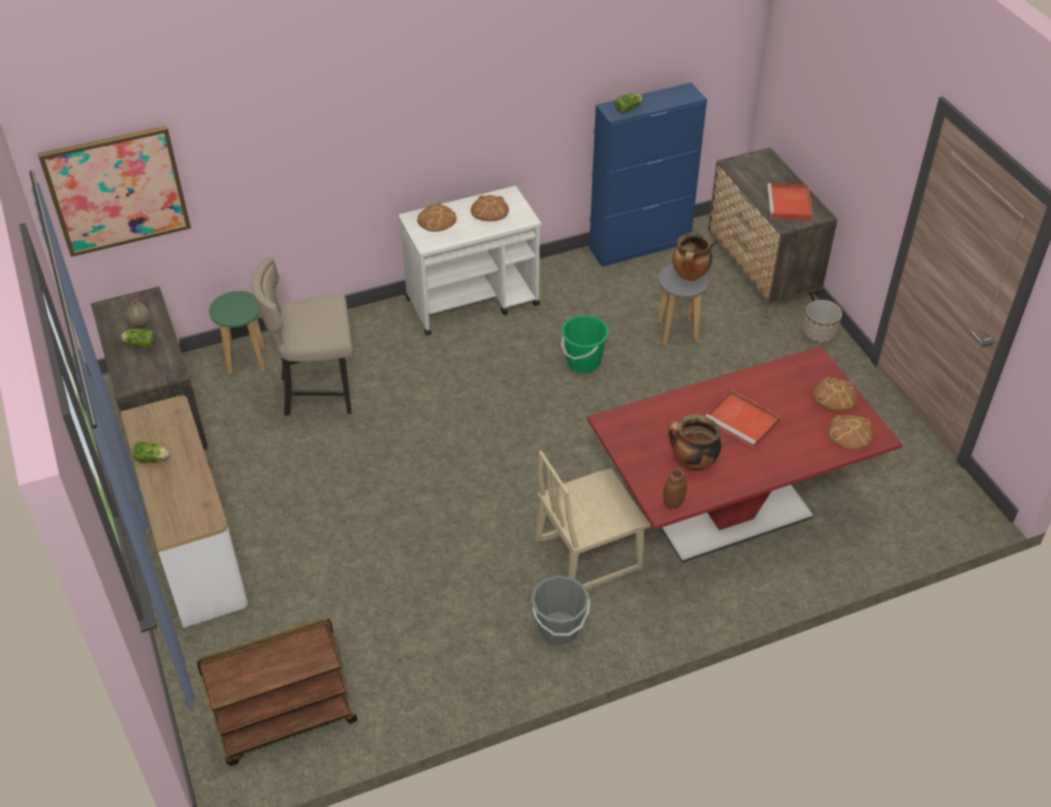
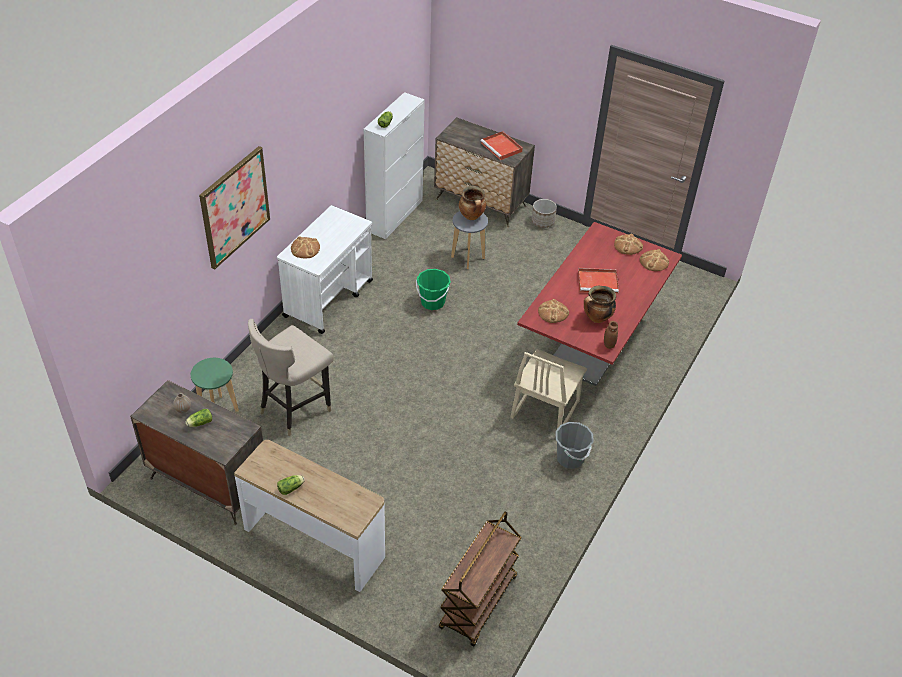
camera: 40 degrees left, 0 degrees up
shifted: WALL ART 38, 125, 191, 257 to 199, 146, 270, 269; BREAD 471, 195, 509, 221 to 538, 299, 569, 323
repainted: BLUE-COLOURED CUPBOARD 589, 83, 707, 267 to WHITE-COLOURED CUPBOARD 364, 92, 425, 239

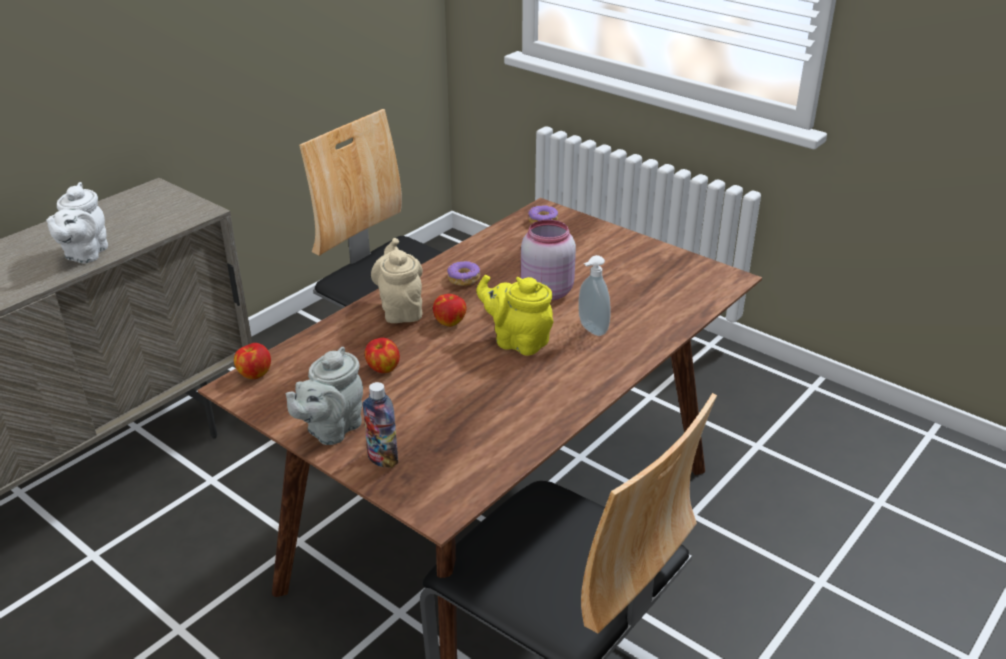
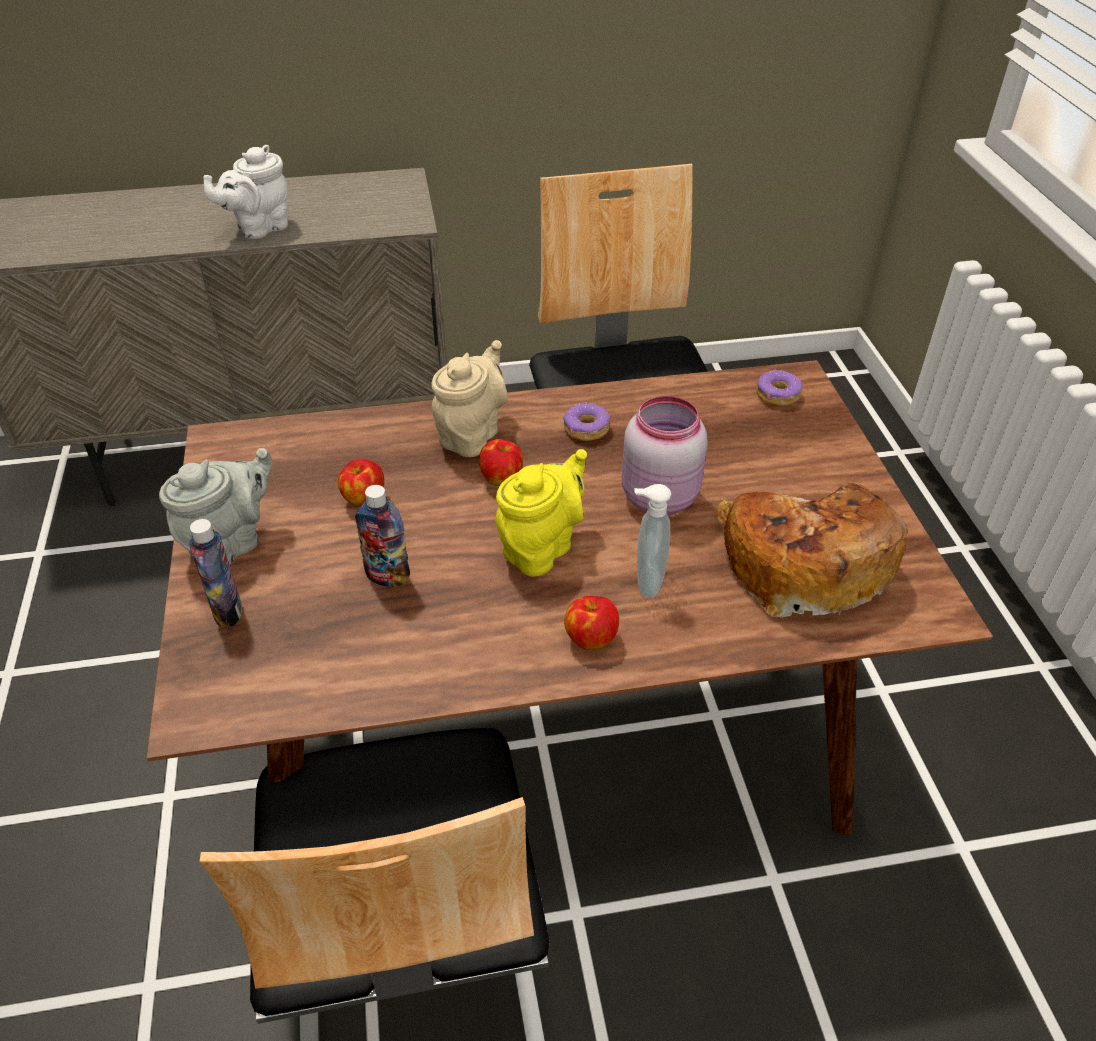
camera: 40 degrees right, 10 degrees up
new: DRINK BOTTLE 355, 485, 410, 587; BREAD 717, 483, 908, 618
shifted: APPLE FRUIT 234, 343, 271, 379 to 564, 596, 619, 650
rotated: GREY POT FOR TEA 286, 347, 363, 445 = 159, 448, 272, 565 150 degrees clockwise; YELLOW-COLOURED POT FOR TEA 476, 275, 553, 356 = 496, 449, 587, 577 60 degrees clockwise

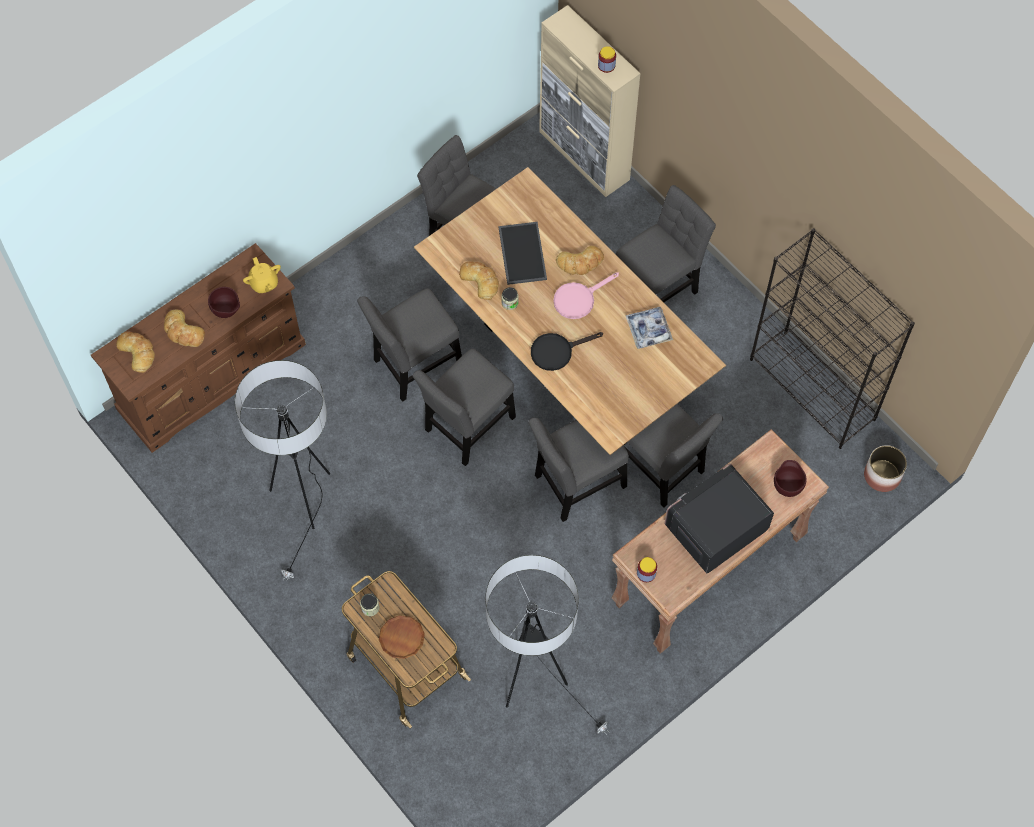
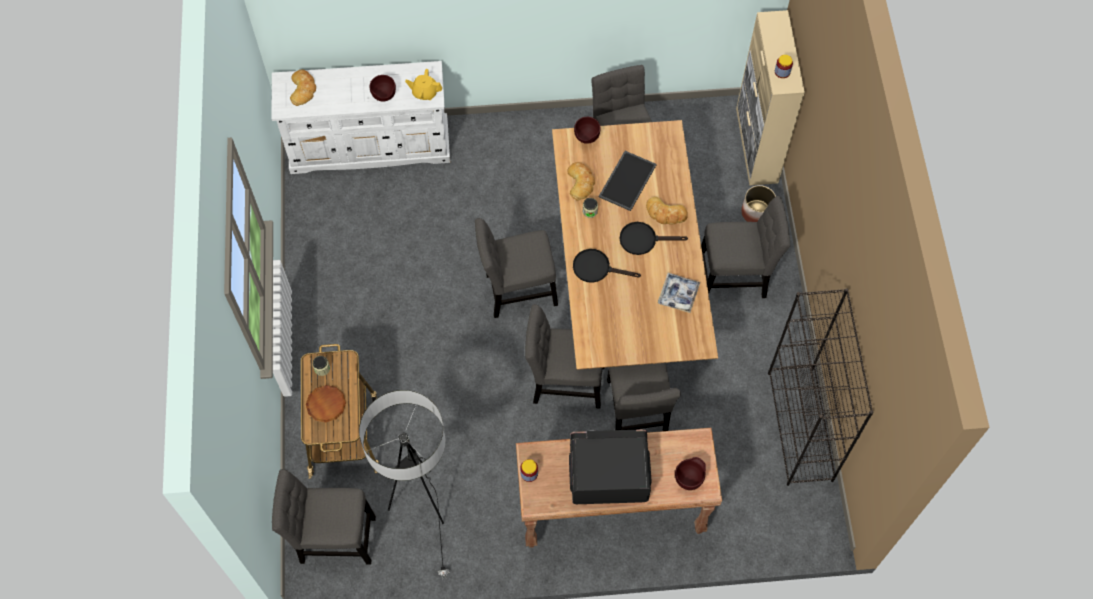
camera: 35 degrees right, 0 degrees up
gone: BREAD 164, 310, 205, 347; STANDING LAMP 235, 360, 330, 582
new: BROWN-COLOURED SERVING BOWL 574, 117, 601, 144
shifted: GREY CHAIR 357, 288, 462, 402 to 272, 469, 376, 565; FLOWER POT 864, 445, 907, 492 to 742, 185, 776, 222
repainted: BROWN-COLOURED DRESSER 91, 243, 306, 453 to WHITE-COLOURED DRESSER 272, 61, 450, 174; PINKISH PAN 553, 272, 619, 319 to BLACKISH PAN 619, 222, 688, 255
rotated: YELLOW-COLOURED POT FOR TEA 243, 257, 281, 293 = 405, 69, 442, 100 90 degrees clockwise

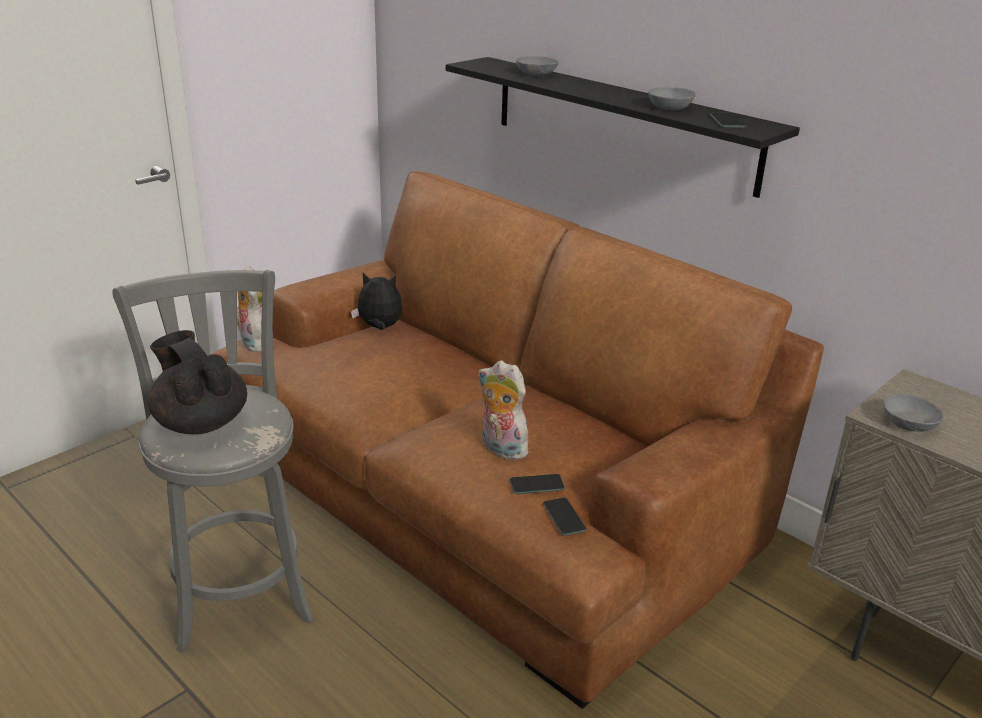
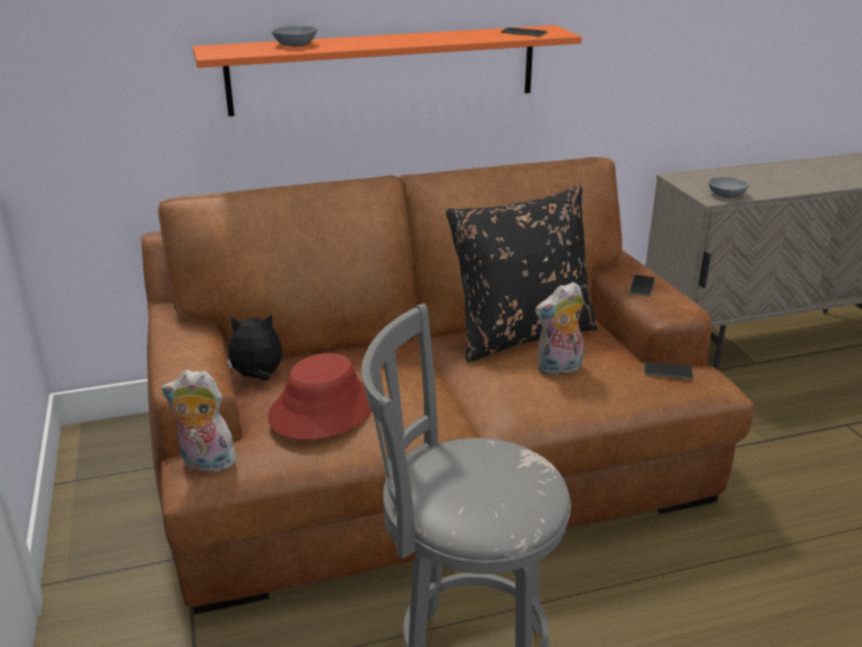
camera: 60 degrees left, 0 degrees up
gone: BLACKISH POT FOR TEA 148, 330, 247, 434; GREY SERVING BOWL 648, 87, 696, 110
new: RED-COLOURED CLOTHING HAT 268, 353, 372, 440; BLACKISH PILLOW 445, 184, 599, 362
shifted: HANDSET 509, 474, 565, 494 to 629, 275, 655, 296
repainted: BLACKISH WALL SHELF 446, 57, 800, 198 to ORANGEY WALL SHELF 193, 25, 582, 116
rotated: PLUSH TOY 351, 273, 402, 330 = 227, 314, 283, 381 45 degrees clockwise

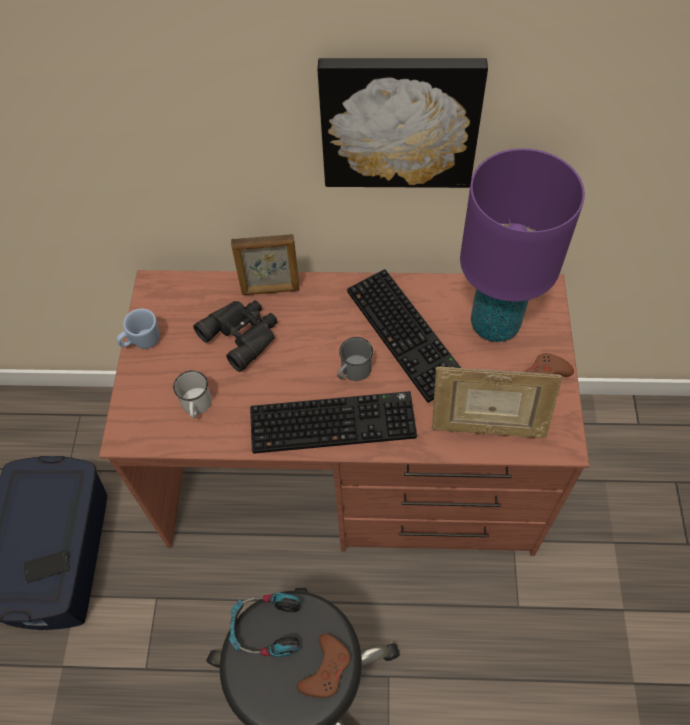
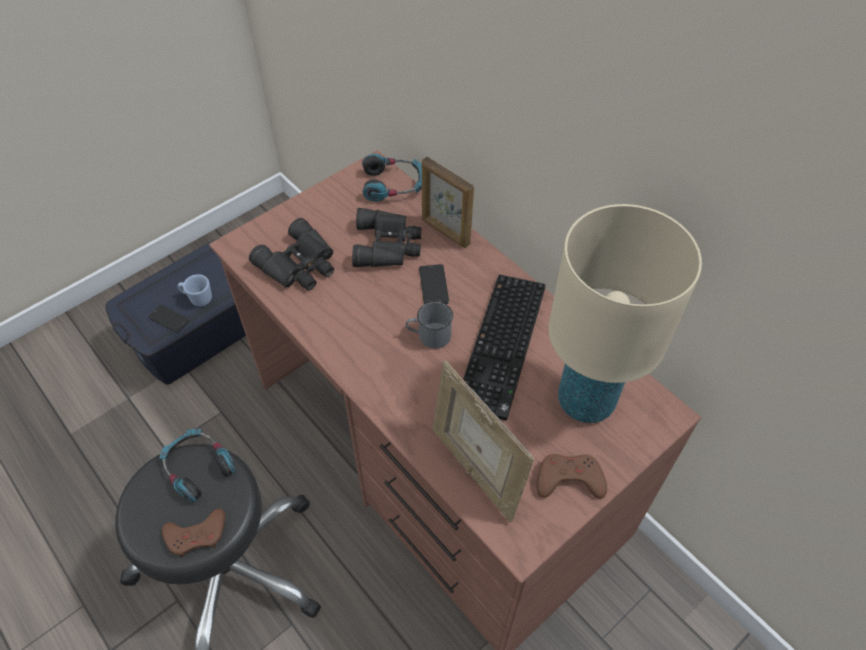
camera: 45 degrees right, 5 degrees down
gone: PC KEYBOARD 250, 391, 417, 454; WALL ART 317, 58, 488, 188
new: PAIR OF HEADPHONES 362, 154, 422, 202; HANDSET 419, 264, 449, 304
shifted: BLUE-COLOURED TEA MUG 116, 308, 160, 349 to 177, 274, 212, 307
swapped: WHITE-COLOURED TEA MUG 173, 370, 212, 418 to BLACKISH BINOCULARS 249, 218, 334, 290
repainted: PURPLE LAMP FOR A TABLE 460, 148, 585, 342 to BEIGE-COLOURED LAMP FOR A TABLE 549, 204, 702, 423

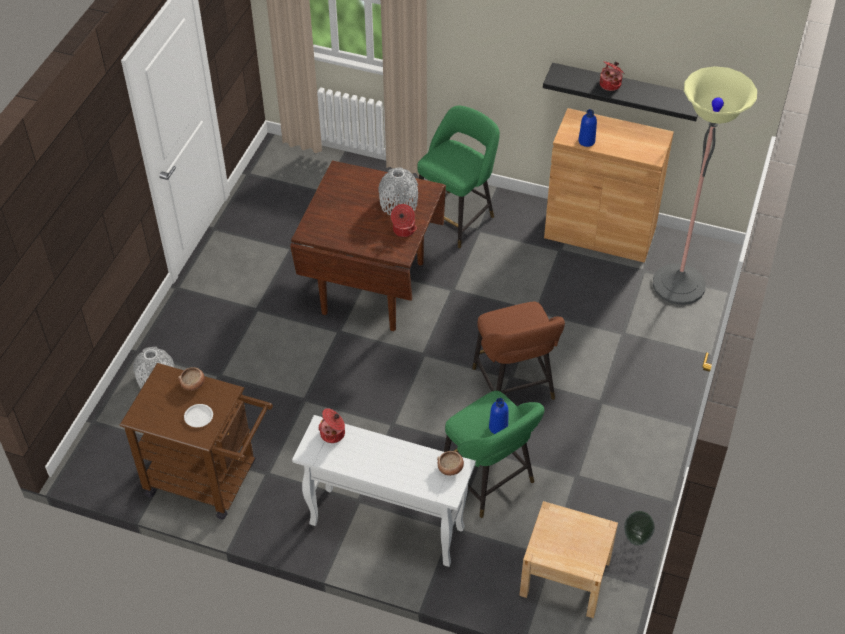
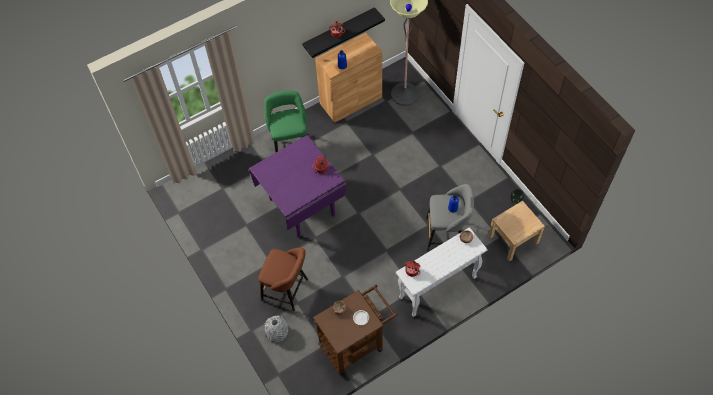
camera: 50 degrees left, 10 degrees up
gone: GREY FLOWER VASE 378, 167, 418, 215
shifted: BROWN-COLOURED SITTING STOOL 472, 302, 565, 400 to 258, 248, 308, 311
repainted: BROWN-COLOURED DINNER TABLE 290, 161, 446, 331 to PURPLE DINNER TABLE 249, 135, 346, 238; GREENISH SITTING STOOL 444, 391, 544, 518 to GREY SITTING STOOL 426, 184, 474, 250

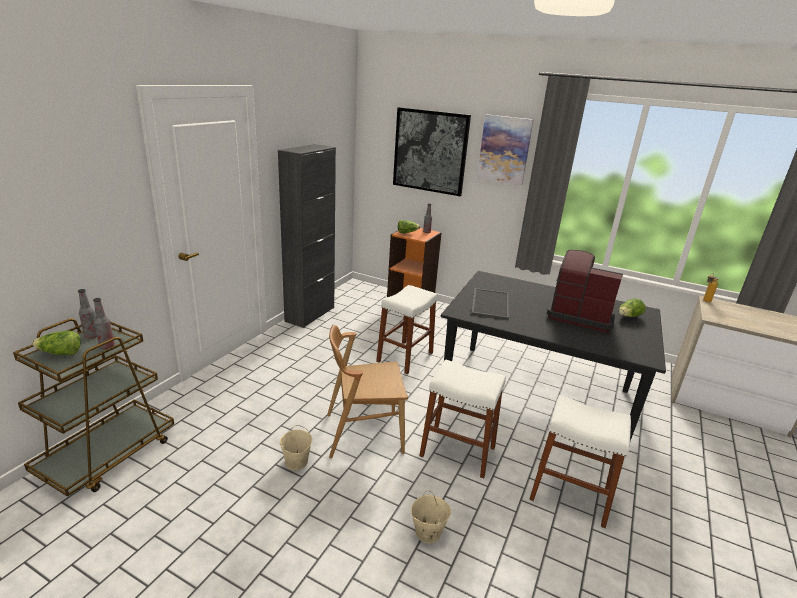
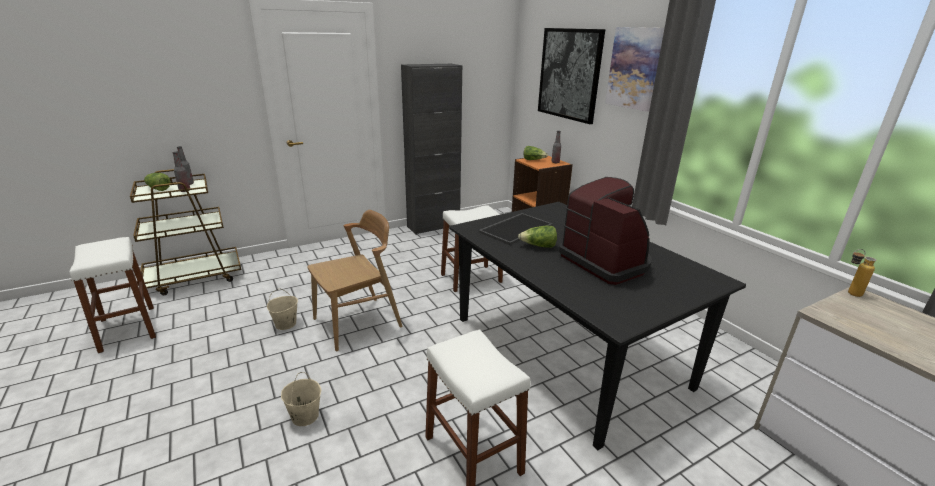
camera: 35 degrees right, 0 degrees up
shifted: WHITE-COLOURED SITTING STOOL 419, 360, 506, 478 to 69, 237, 156, 353; LETTUCE HEAD 619, 298, 645, 317 to 518, 226, 557, 248
rotated: BROWN-COLOURED CHAIR 327, 325, 408, 459 = 307, 210, 403, 352 120 degrees clockwise

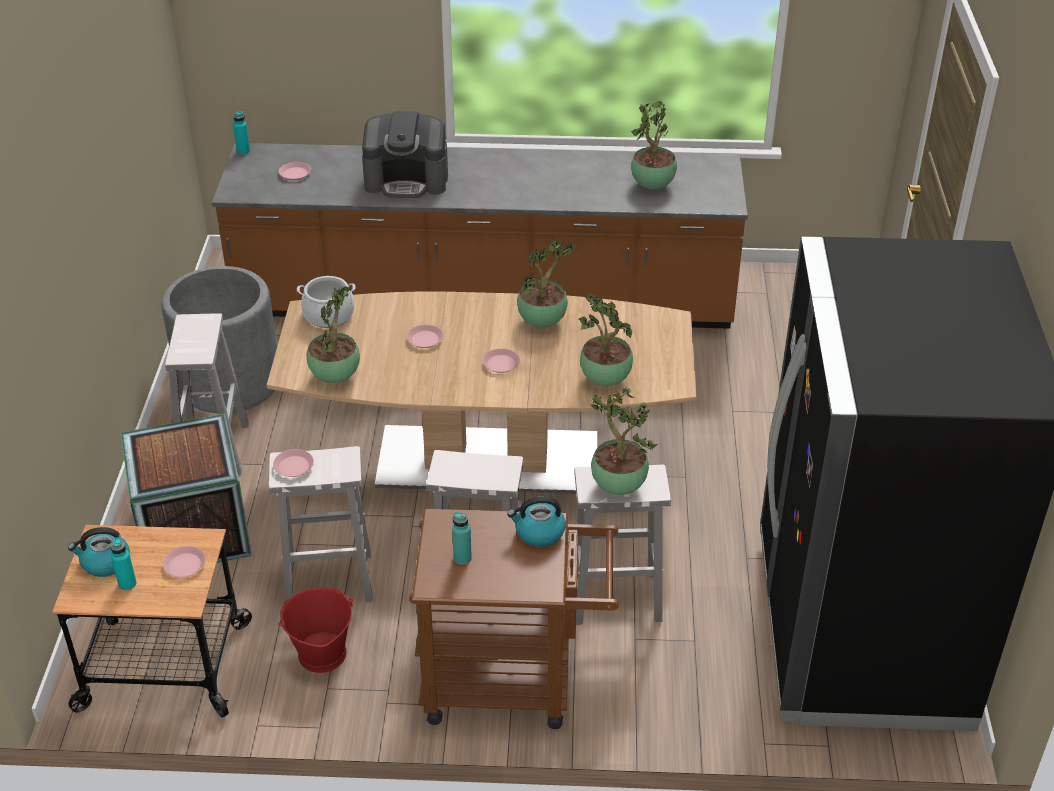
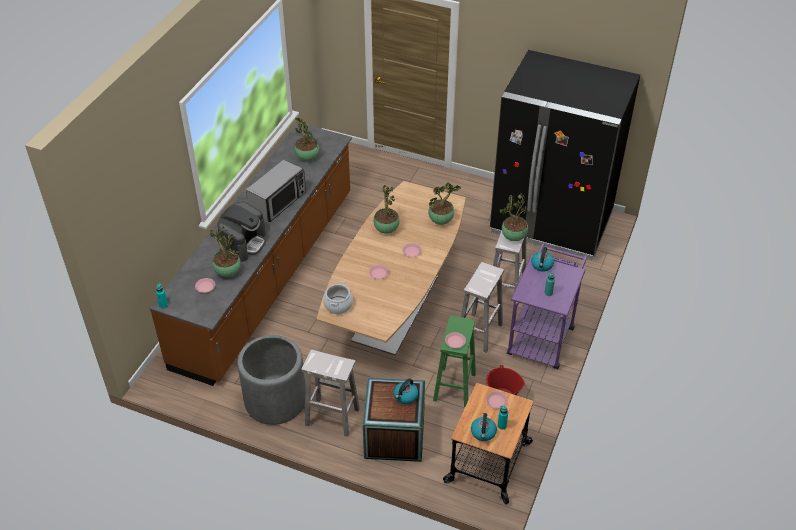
camera: 70 degrees left, 5 degrees up
new: KITCHEN MICROWAVE 246, 159, 306, 222; KETTLE 394, 378, 418, 404
shifted: POTTED PLANT 307, 286, 360, 383 to 209, 226, 241, 277
repainted: WHITE-COLOURED SITTING STOOL 269, 446, 373, 602 to GREENISH SITTING STOOL 433, 316, 476, 407; BROWN-COLOURED TROLLEY 409, 509, 619, 729 to PURPLE TROLLEY 507, 243, 587, 370

